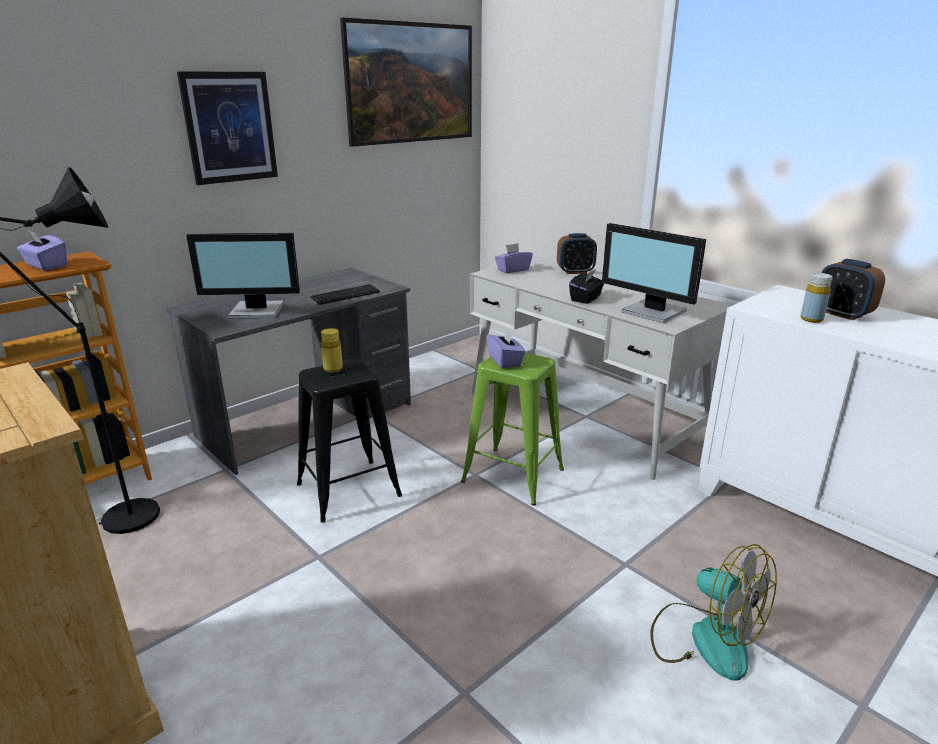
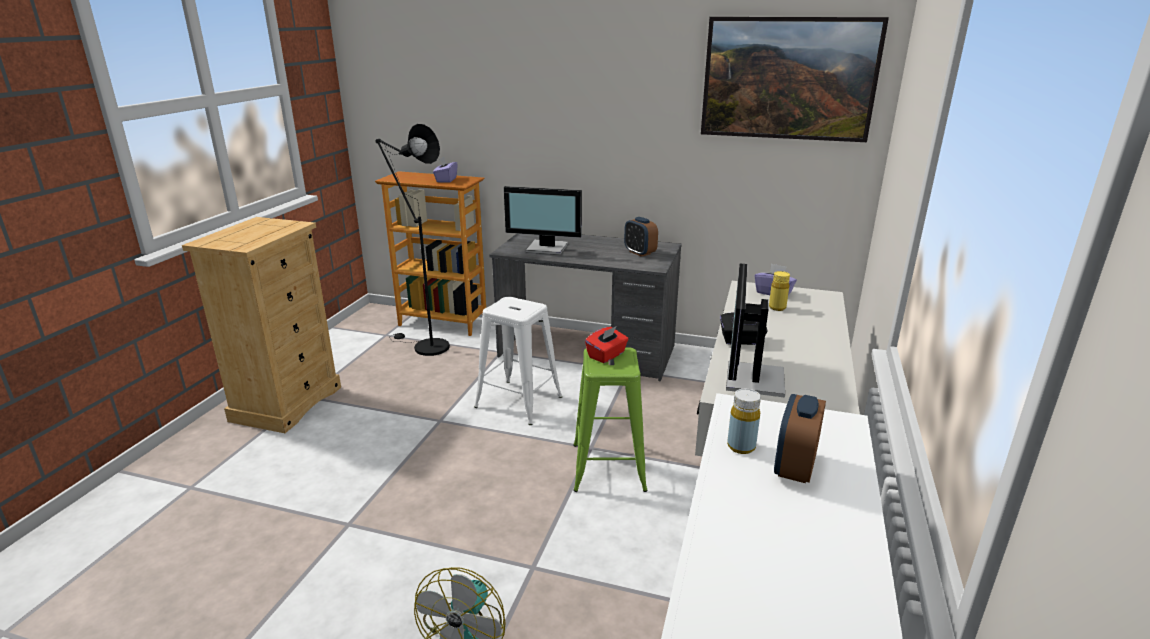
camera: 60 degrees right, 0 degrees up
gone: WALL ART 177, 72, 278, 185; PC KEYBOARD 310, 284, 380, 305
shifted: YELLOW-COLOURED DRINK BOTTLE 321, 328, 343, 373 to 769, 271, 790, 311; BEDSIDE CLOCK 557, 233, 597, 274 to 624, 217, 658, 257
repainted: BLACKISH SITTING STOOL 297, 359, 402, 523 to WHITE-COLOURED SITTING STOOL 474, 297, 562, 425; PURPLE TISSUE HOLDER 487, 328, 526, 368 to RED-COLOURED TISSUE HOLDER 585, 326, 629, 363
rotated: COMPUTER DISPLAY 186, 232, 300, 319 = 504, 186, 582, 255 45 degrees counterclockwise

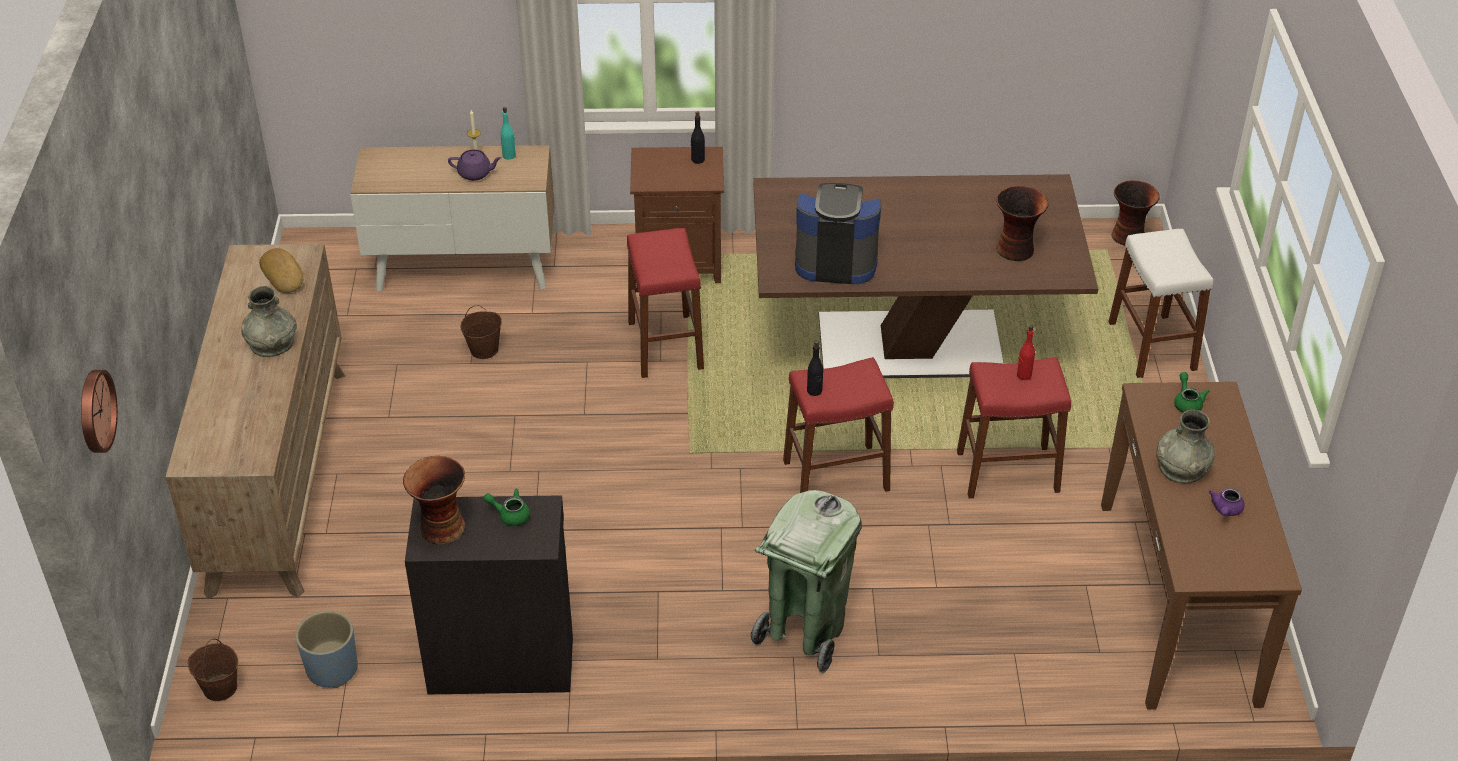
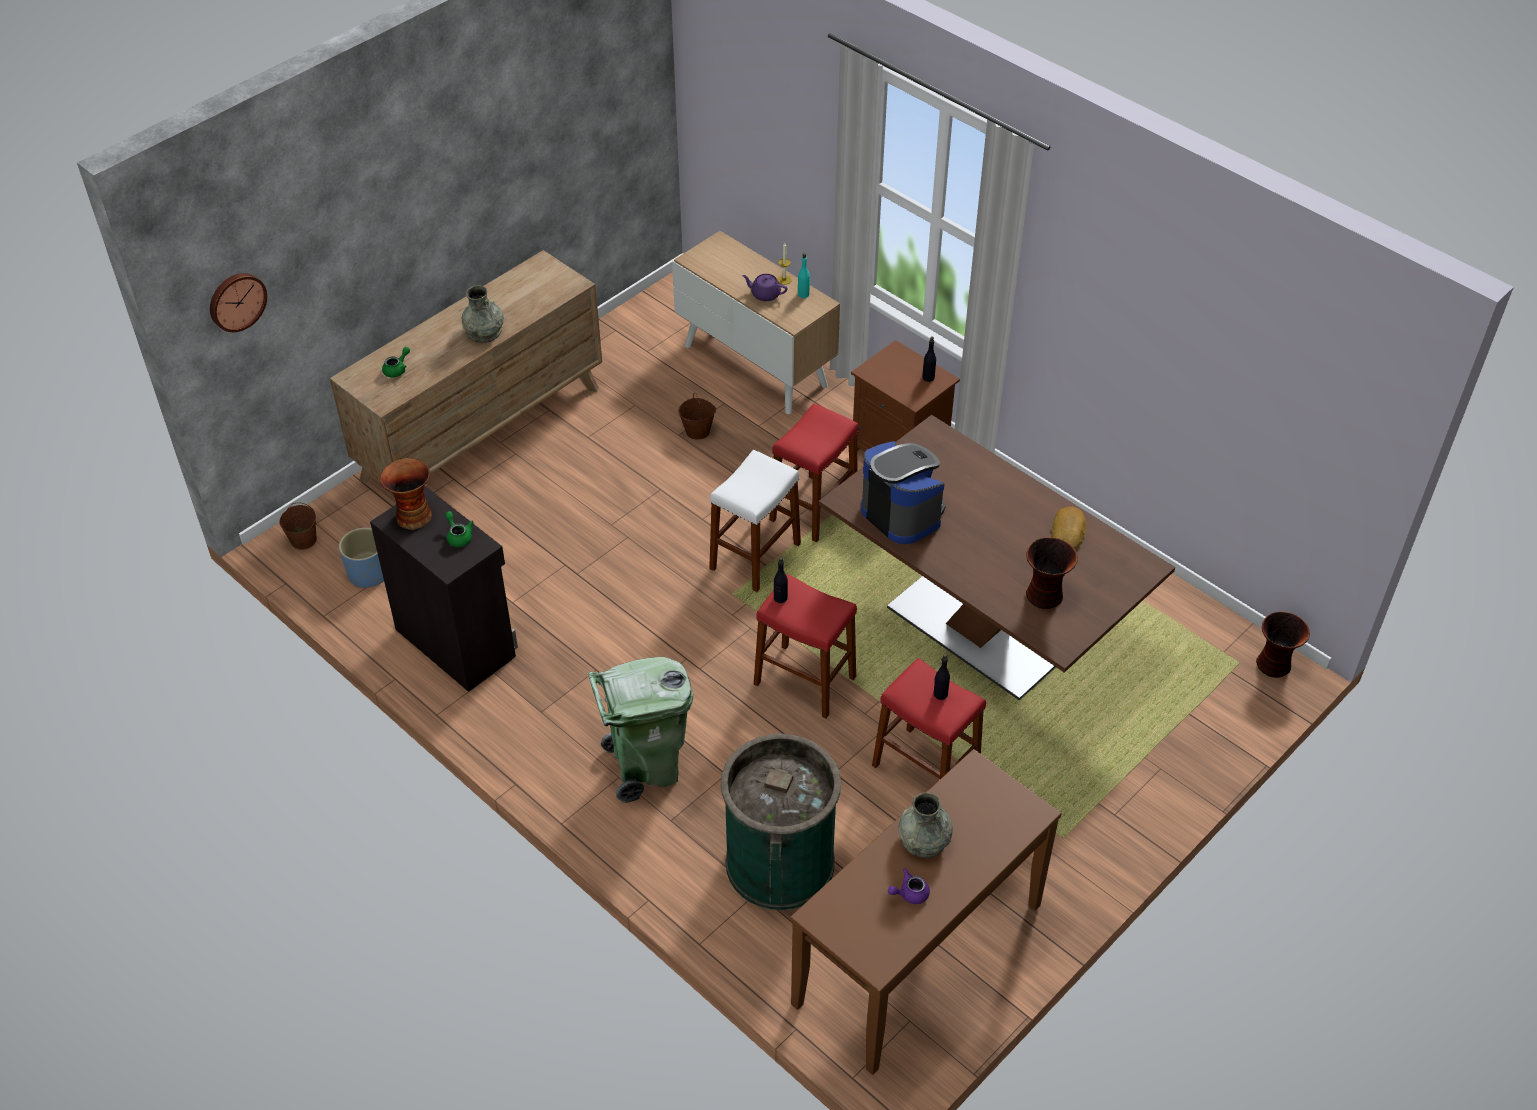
camera: 45 degrees right, 5 degrees up
new: GREENISH TRASH CAN 720, 734, 841, 910
shifted: BREAD 259, 248, 303, 293 to 1051, 507, 1086, 550; WHITE-COLOURED SITTING STOOL 1108, 229, 1213, 378 to 709, 450, 801, 592; GREENISH POT FOR TEA 1174, 372, 1210, 413 to 382, 347, 410, 378
repainted: RED-COLOURED DRINK BOTTLE 1017, 325, 1035, 380 to BLACKISH DRINK BOTTLE 933, 654, 950, 700
rotated: PURPLE POT FOR TEA 448, 149, 501, 181 = 742, 274, 788, 301 150 degrees clockwise

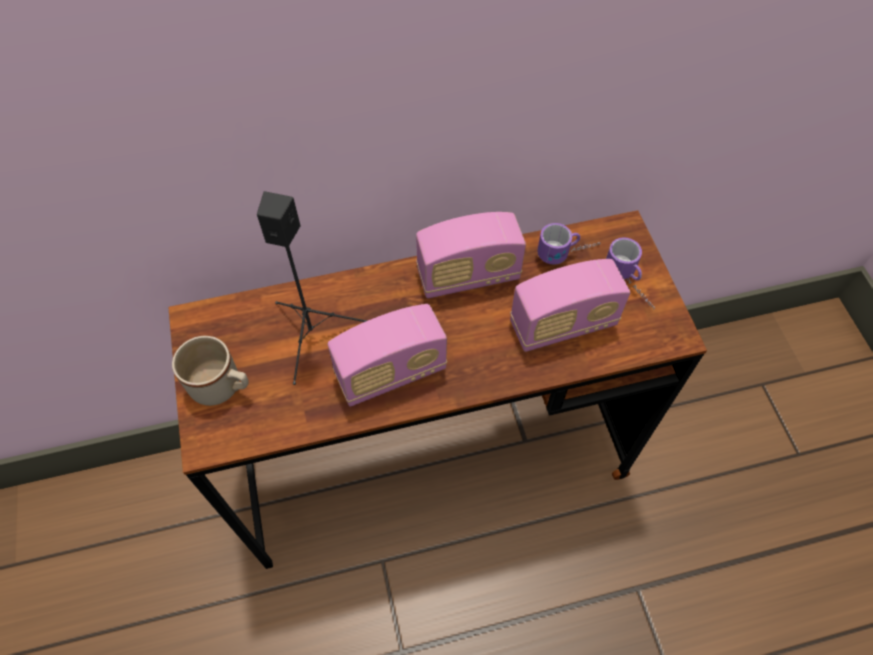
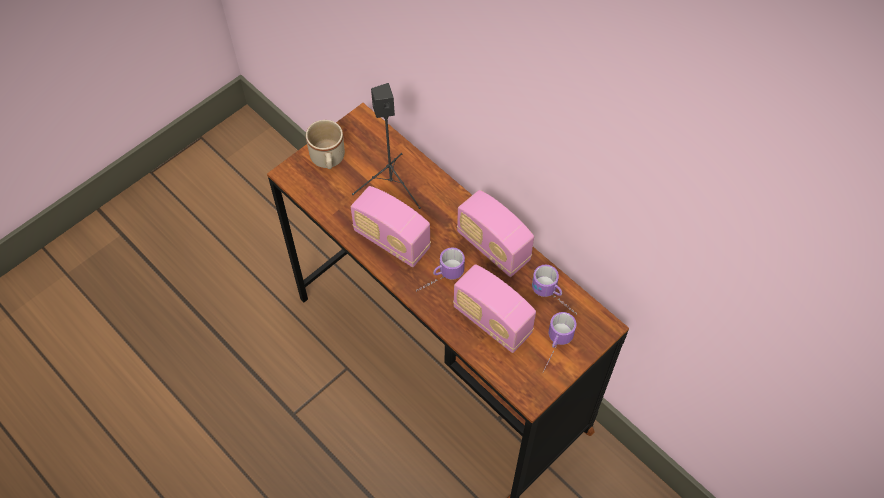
camera: 60 degrees right, 0 degrees up
new: TEA MUG 416, 247, 465, 292

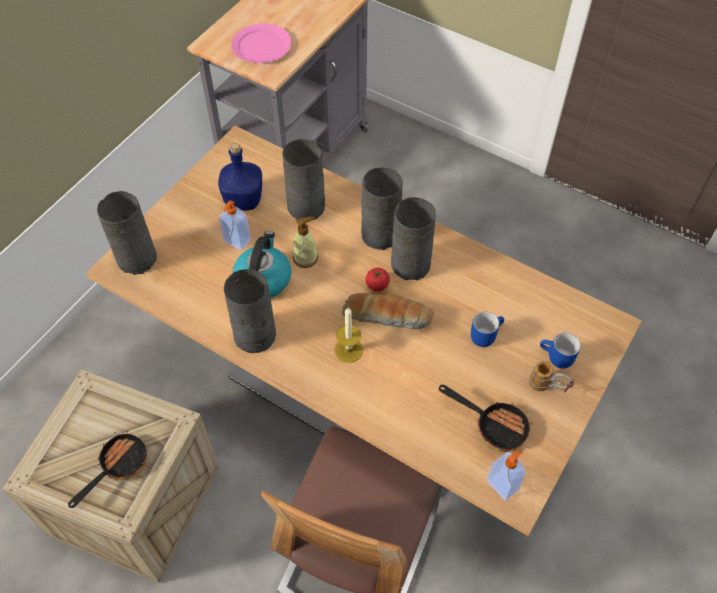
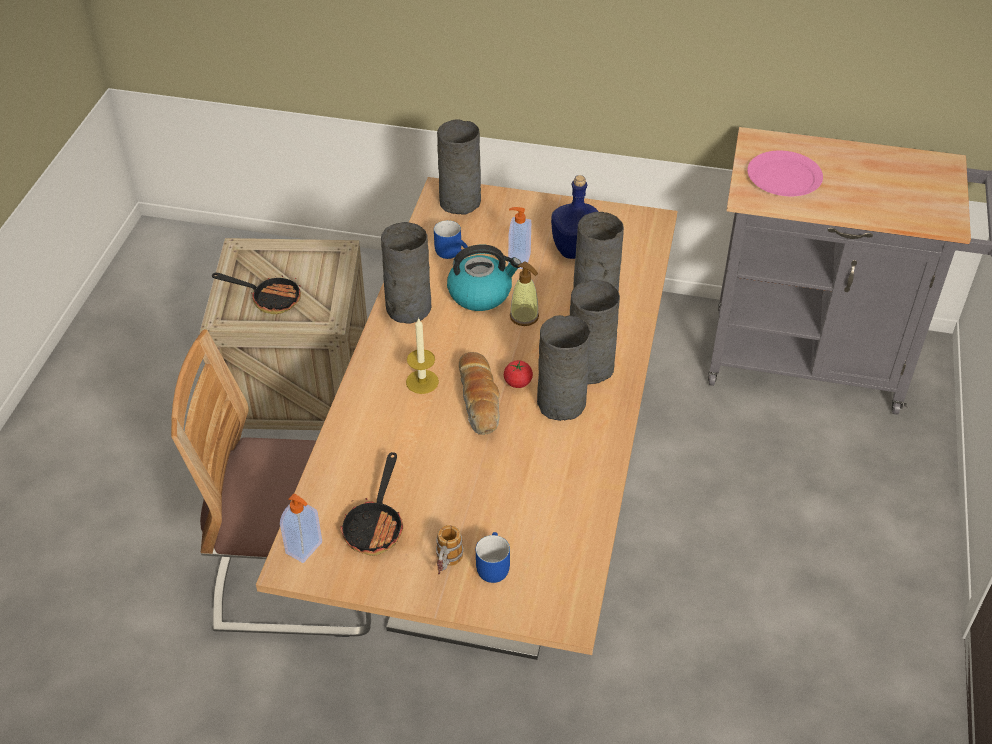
camera: 70 degrees right, 10 degrees down
shifted: BLUE-COLOURED TEA MUG 471, 312, 504, 347 to 434, 220, 468, 259

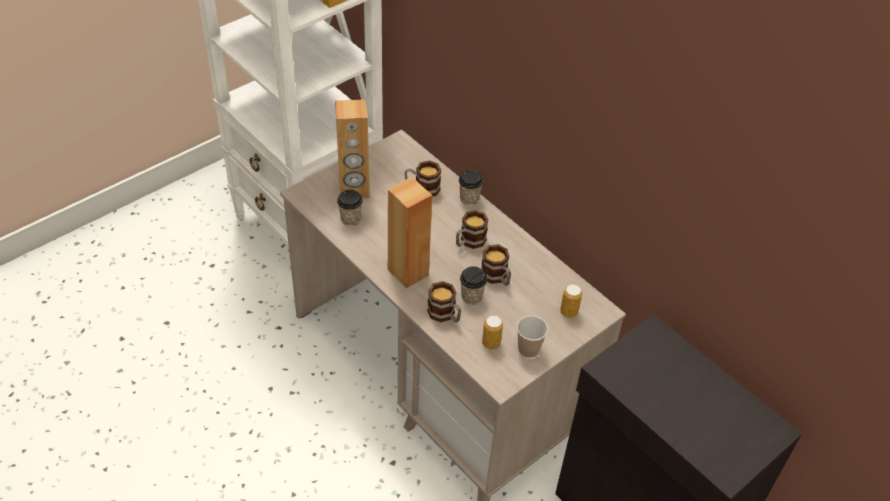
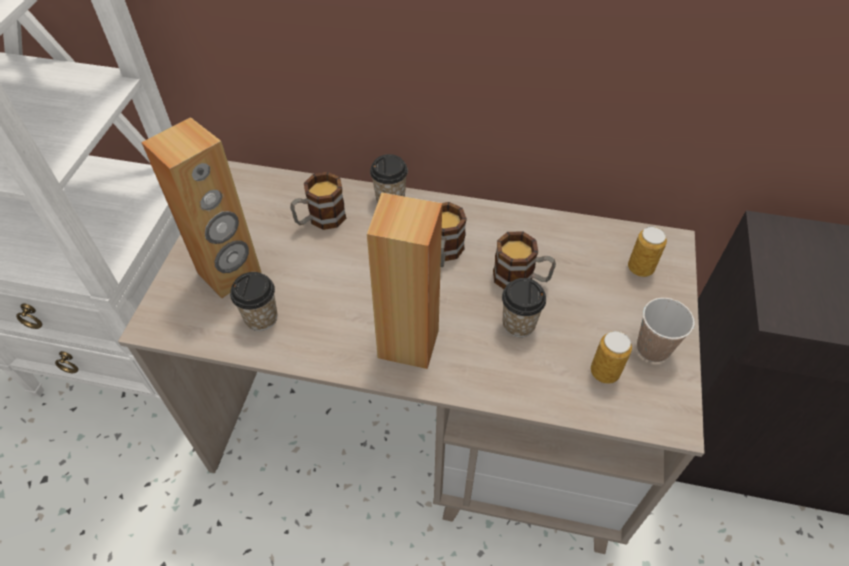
camera: 35 degrees left, 5 degrees up
gone: TEA MUG 427, 281, 461, 323

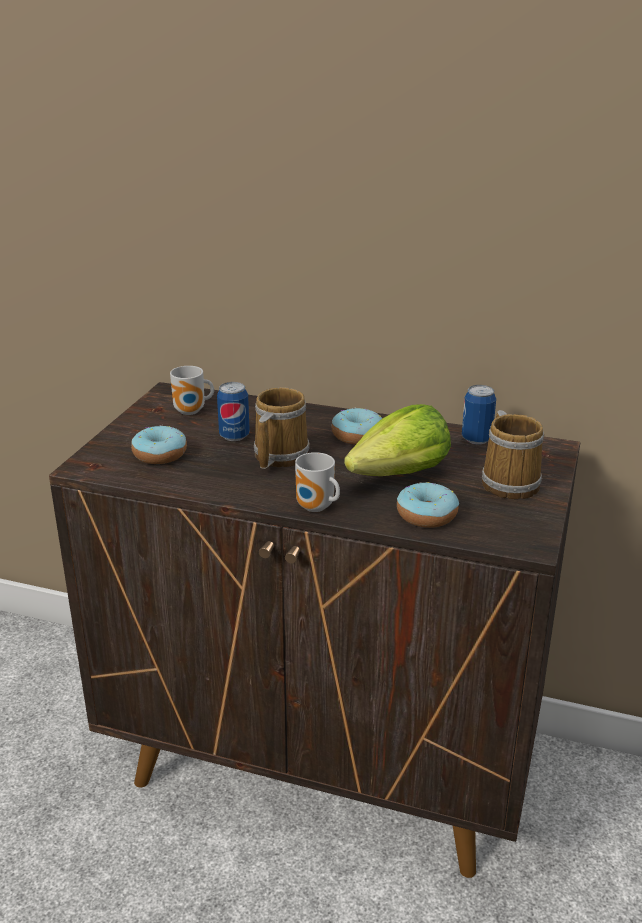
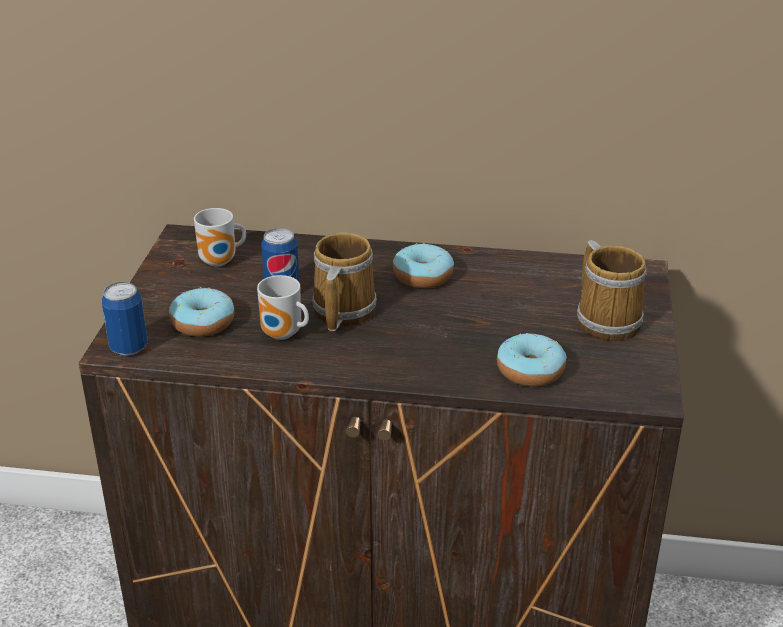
camera: 10 degrees left, 5 degrees up
gone: LETTUCE HEAD 344, 404, 451, 476
shifted: TEA MUG 295, 452, 340, 512 to 257, 275, 309, 340; SEALED CAN 462, 385, 496, 445 to 102, 282, 148, 356

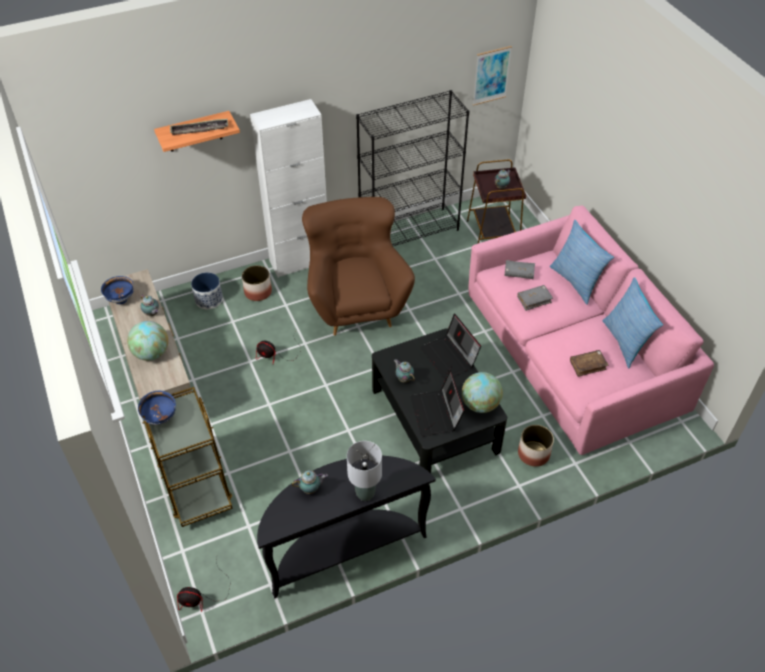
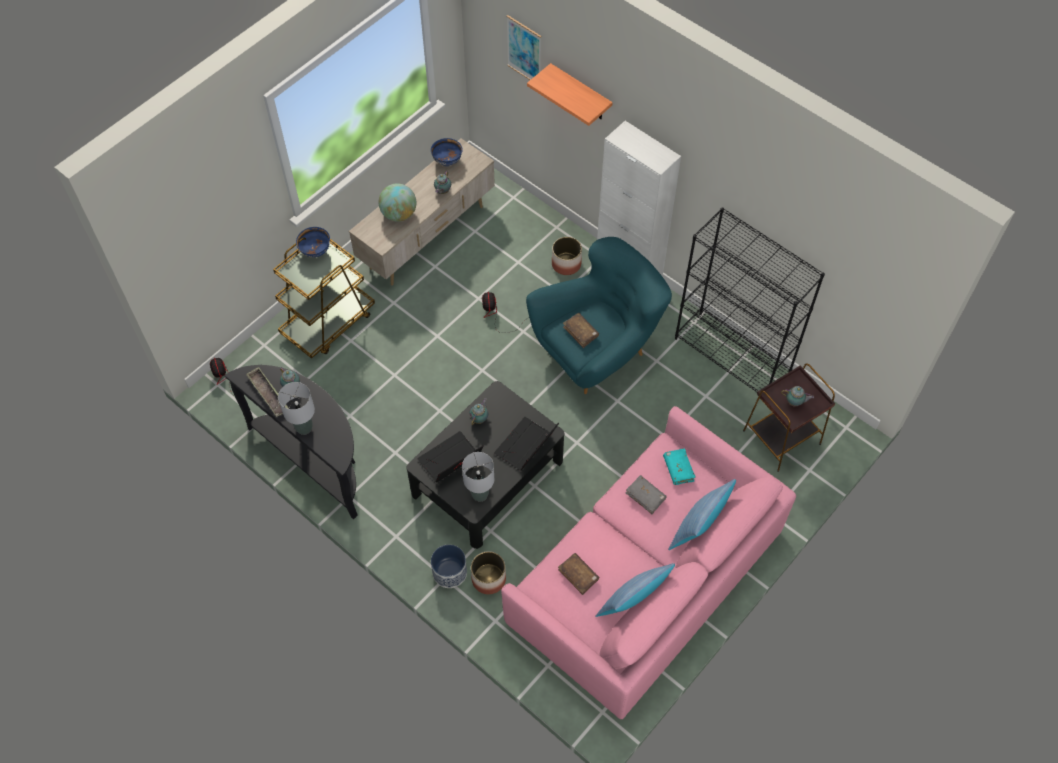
camera: 65 degrees right, 10 degrees up
new: BROWN-COLOURED VOLUME 563, 313, 599, 348
shifted: CARRYING TRAY 170, 119, 228, 135 to 246, 367, 289, 417; FLOWER POT 191, 272, 223, 309 to 431, 544, 467, 588; WALL ART 473, 46, 512, 106 to 506, 15, 541, 80
swapped: WORLD GLOBE 462, 372, 503, 413 to GREY LAMP FOR A TABLE 462, 452, 494, 502
repainted: BROWN-COLOURED LOUNGE CHAIR 302, 197, 415, 336 to BLUE-GREEN LOUNGE CHAIR 526, 237, 672, 394; GREY VOLUME 504, 260, 535, 279 to BLUE-GREEN VOLUME 663, 448, 696, 485

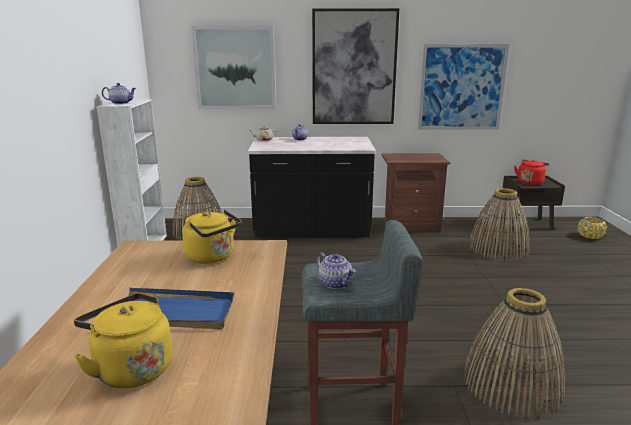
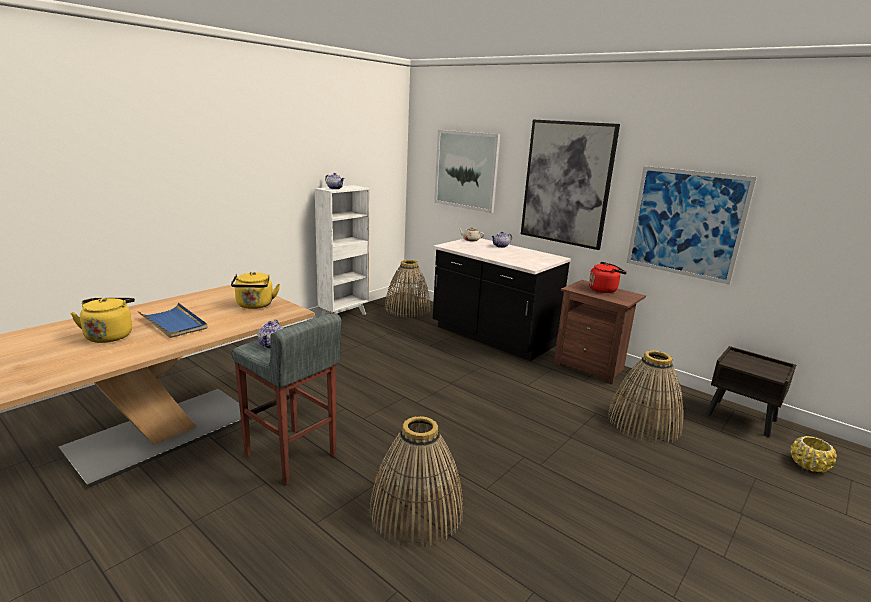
camera: 40 degrees right, 0 degrees up
shifted: RED-COLOURED KETTLE 514, 159, 549, 185 to 589, 262, 627, 293

